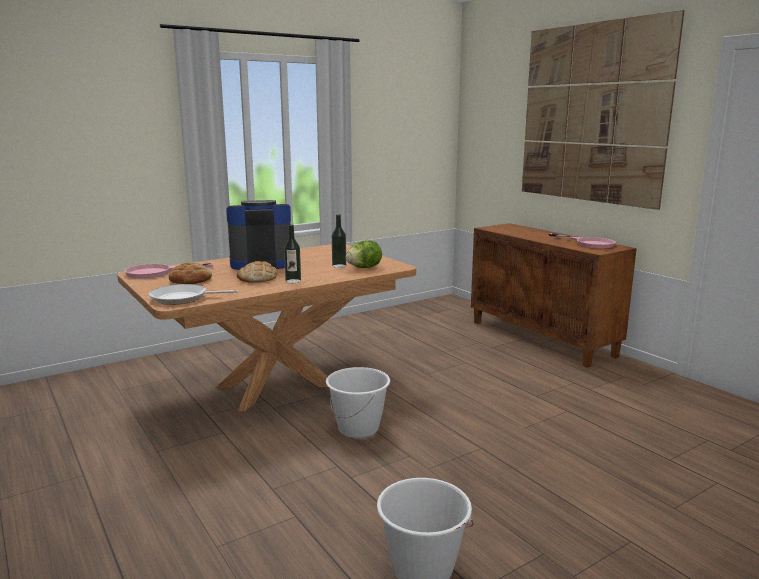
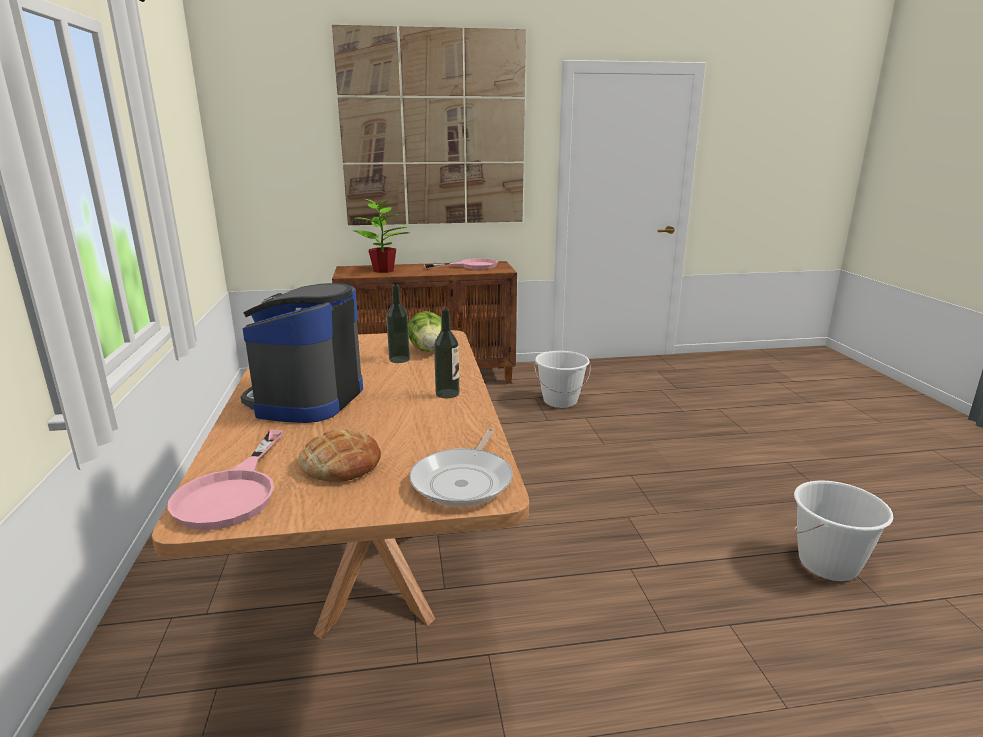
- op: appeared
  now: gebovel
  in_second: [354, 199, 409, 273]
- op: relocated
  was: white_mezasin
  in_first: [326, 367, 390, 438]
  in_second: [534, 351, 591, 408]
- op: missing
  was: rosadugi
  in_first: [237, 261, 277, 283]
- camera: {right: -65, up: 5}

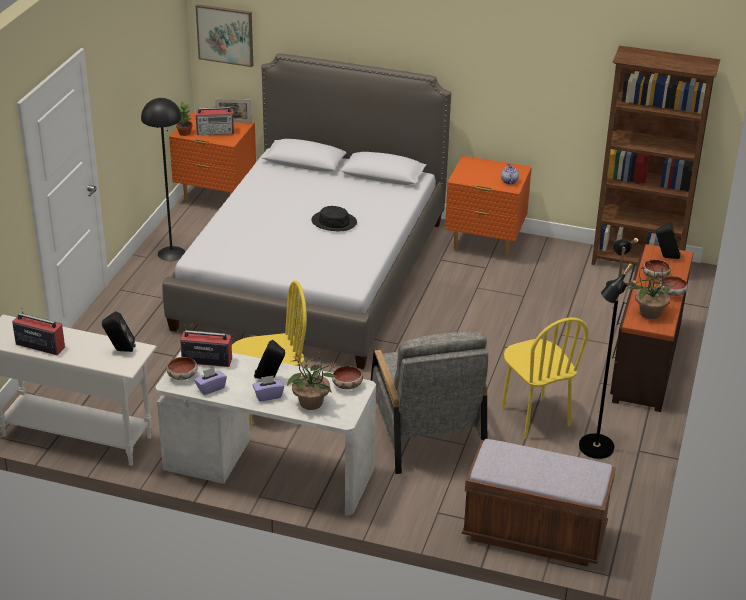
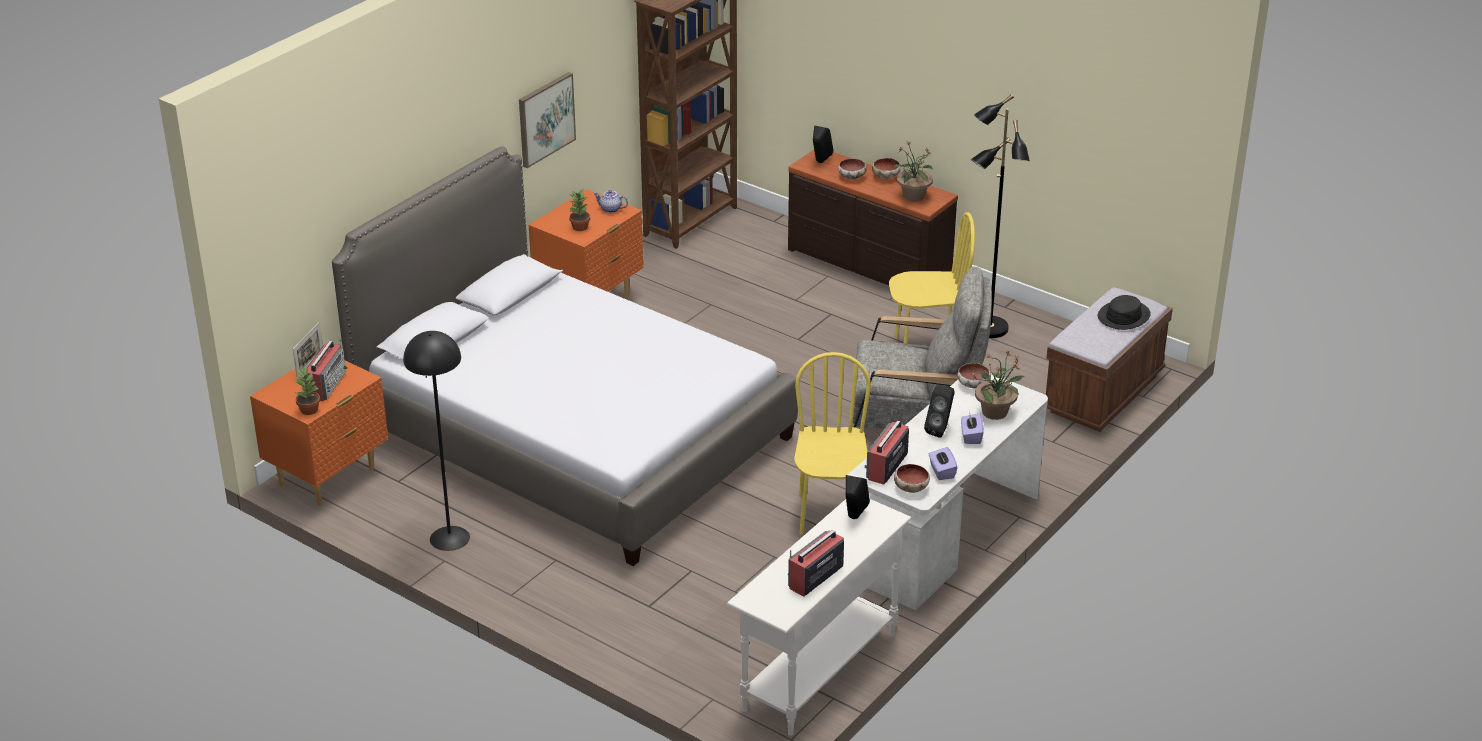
- op: relocated
  was: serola
  in_first: [196, 4, 253, 67]
  in_second: [519, 72, 576, 168]
- op: appeared
  now: gebovel
  in_second: [569, 189, 590, 231]
- op: relocated
  was: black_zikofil
  in_first: [311, 206, 357, 231]
  in_second: [1098, 295, 1151, 330]
- camera: {right: -70, up: 0}

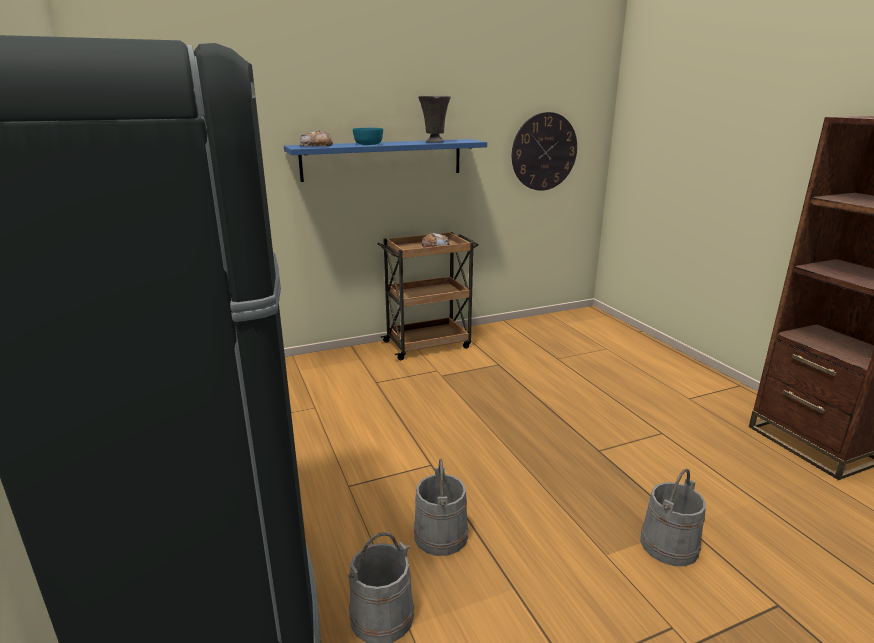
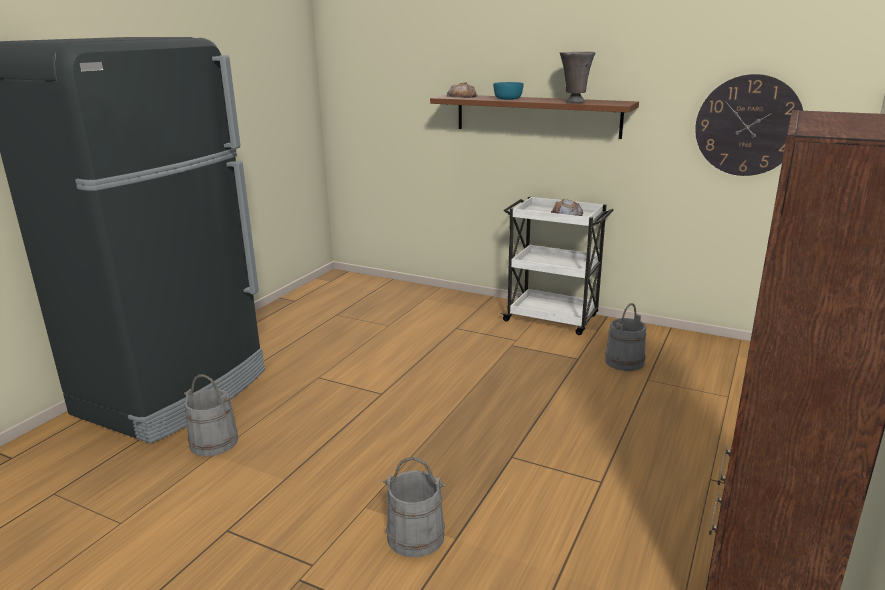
- op: colour
  was: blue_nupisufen
  now: brown_nupisufen
  in_first: [284, 139, 487, 182]
  in_second: [430, 95, 639, 139]
- op: colour
  was: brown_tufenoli
  now: white_tufenoli
  in_first: [377, 232, 479, 360]
  in_second: [500, 196, 614, 335]
- op: relocated
  was: grey_mezasin
  in_first: [414, 459, 469, 556]
  in_second: [605, 303, 646, 371]
- camera: {right: 50, up: 0}

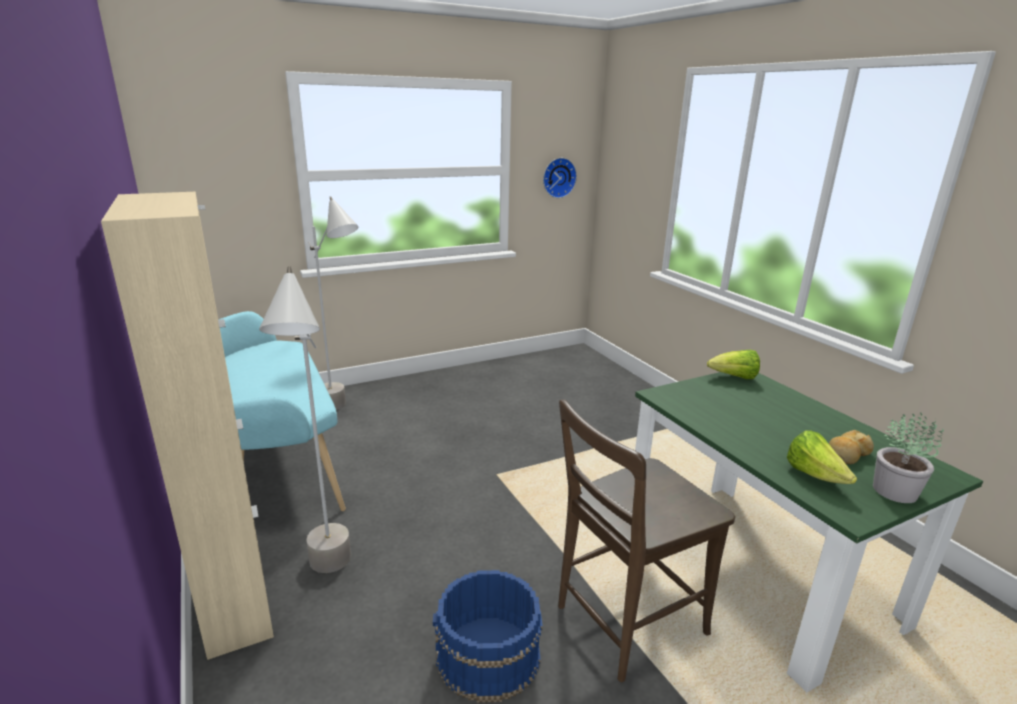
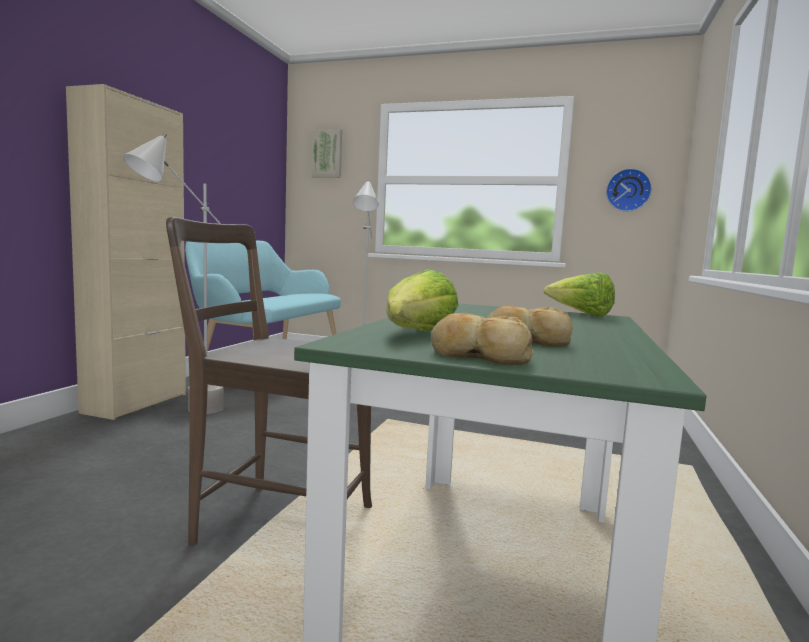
- op: appeared
  now: serola
  in_second: [311, 129, 342, 178]
- op: exchanged
  was: gebovel
  now: rosadugi
  in_first: [873, 412, 944, 503]
  in_second: [431, 313, 534, 365]
- op: missing
  was: blue_mezasin
  in_first: [433, 570, 543, 703]
- camera: {right: 45, up: -15}

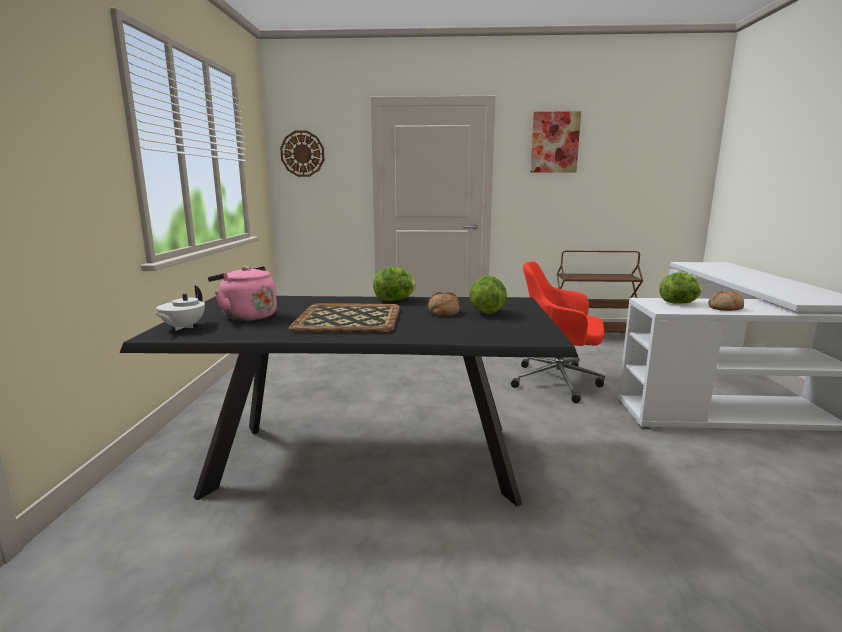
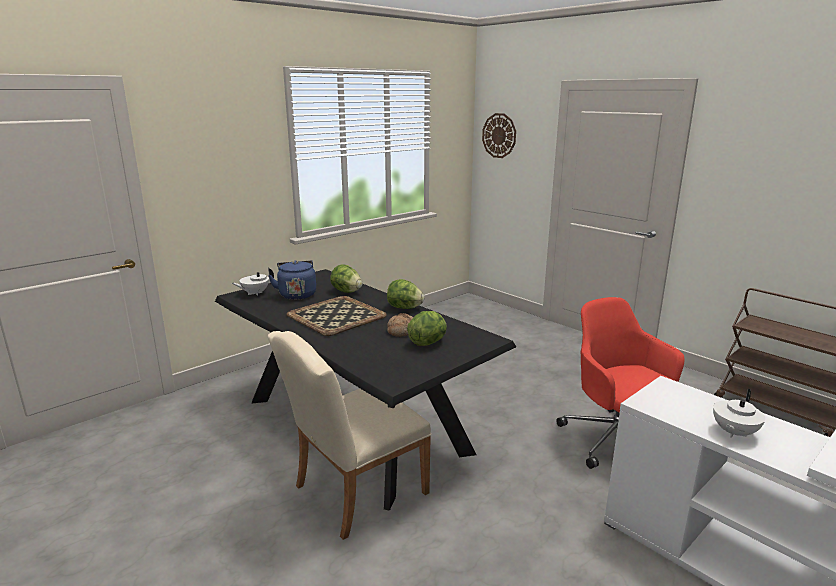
- op: colour
  was: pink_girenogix
  now: blue_girenogix
  in_first: [208, 266, 277, 321]
  in_second: [268, 260, 316, 300]
- op: appeared
  now: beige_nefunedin
  in_second: [268, 331, 431, 540]
- op: relocated
  was: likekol
  in_first: [659, 272, 702, 304]
  in_second: [330, 265, 362, 293]
- op: exchanged
  was: rosadugi
  now: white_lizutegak
  in_first: [708, 291, 744, 311]
  in_second: [713, 389, 765, 438]
- op: missing
  was: serola
  in_first: [530, 111, 581, 173]
- camera: {right: 45, up: 5}

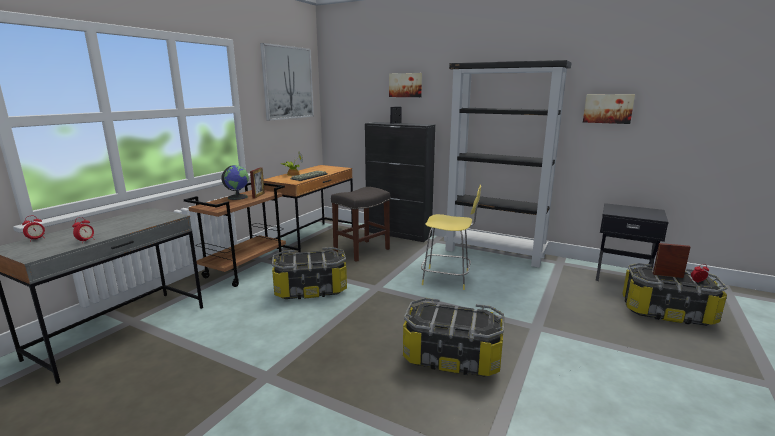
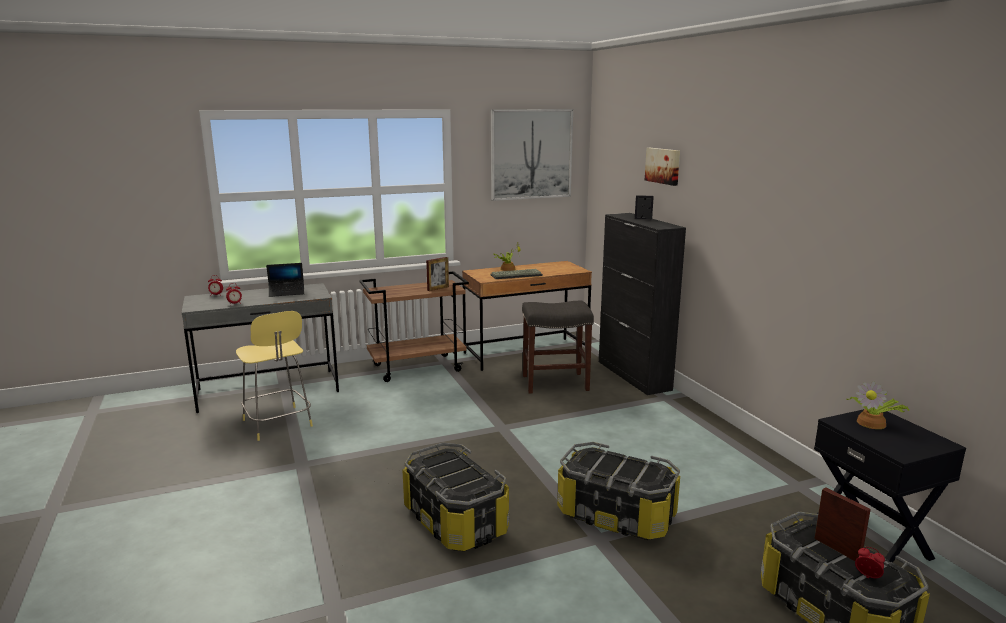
- op: relocated
  was: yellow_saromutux
  in_first: [421, 185, 481, 290]
  in_second: [236, 311, 313, 441]
- op: appeared
  now: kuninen
  in_second: [266, 263, 305, 297]
- op: relocated
  was: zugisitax
  in_first: [272, 247, 347, 299]
  in_second: [557, 442, 680, 540]
- op: appeared
  now: gebovel
  in_second: [847, 381, 909, 429]
- op: missing
  was: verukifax
  in_first: [221, 165, 249, 200]
- op: missing
  was: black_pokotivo
  in_first: [444, 60, 572, 268]
- op: missing
  was: serola
  in_first: [583, 94, 635, 124]
- camera: {right: 40, up: 0}

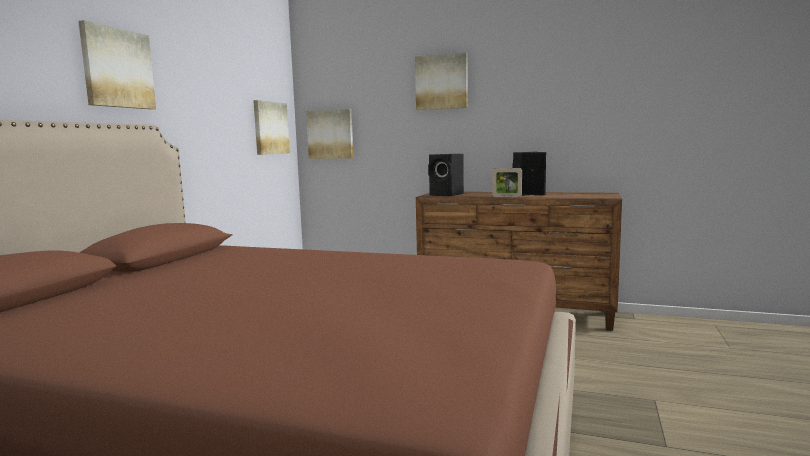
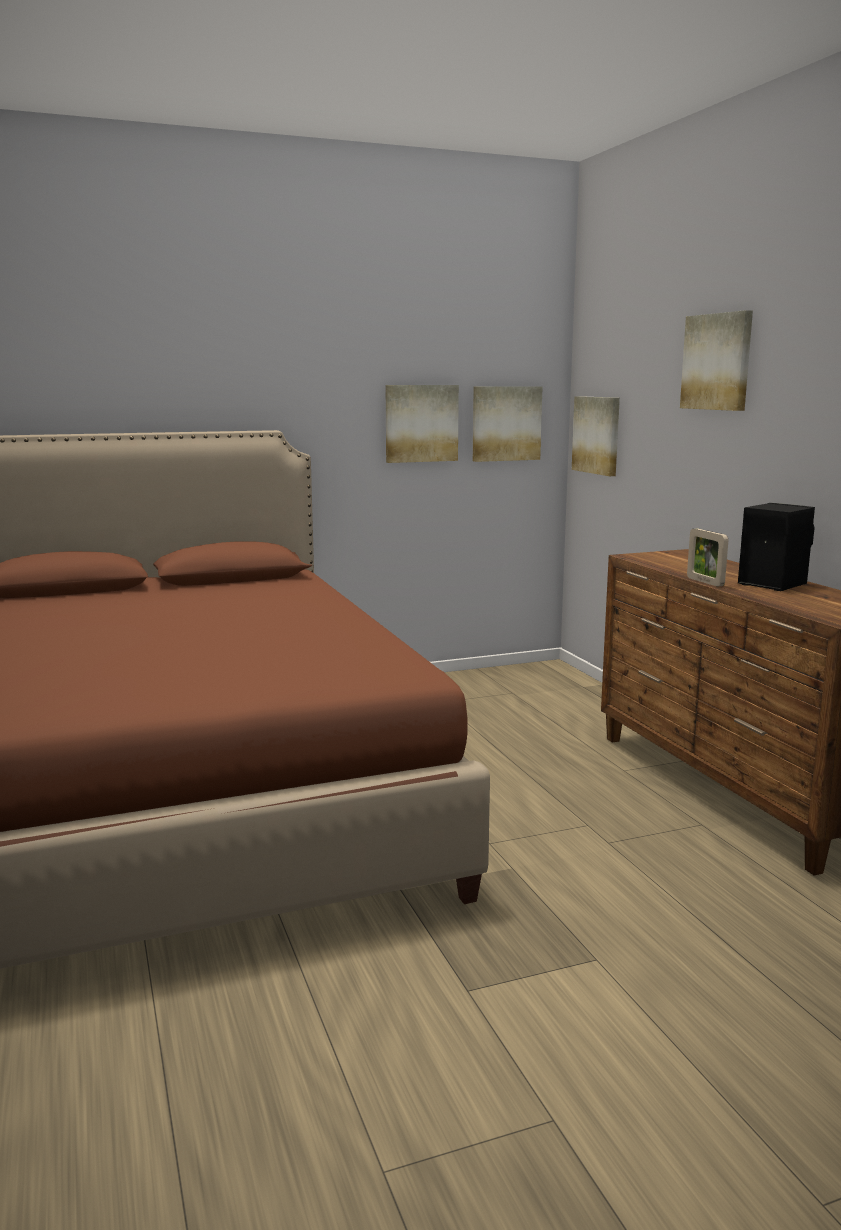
- op: relocated
  was: serola
  in_first: [78, 20, 156, 109]
  in_second: [386, 385, 459, 463]
- op: missing
  was: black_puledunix
  in_first: [428, 154, 464, 196]
- camera: {right: 50, up: 5}

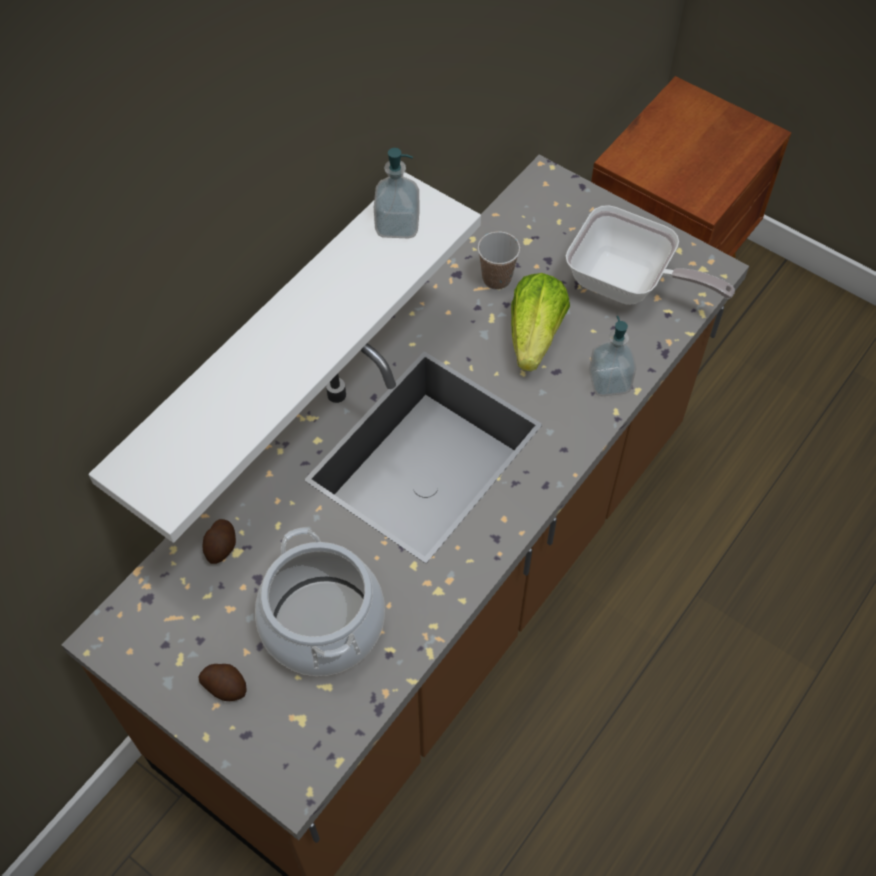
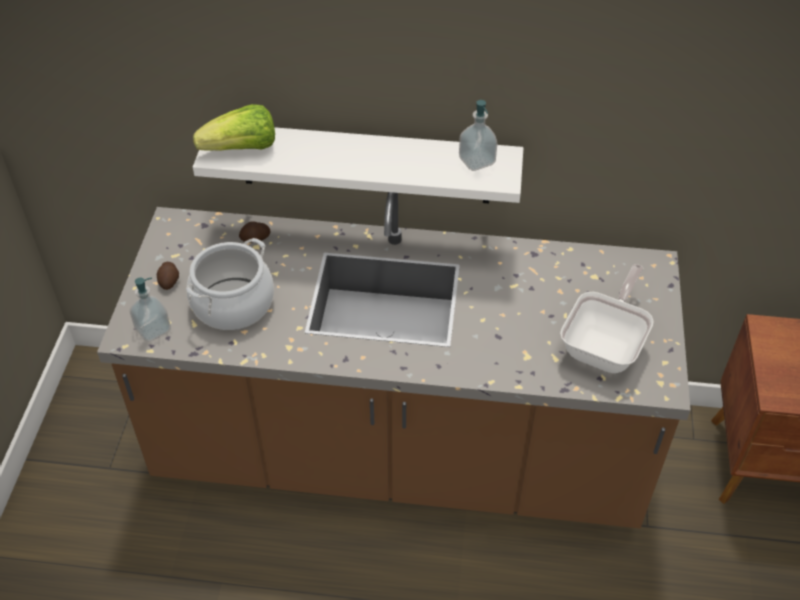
- op: relocated
  was: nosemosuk
  in_first: [589, 316, 636, 397]
  in_second: [130, 278, 171, 342]
- op: relocated
  was: likekol
  in_first: [511, 273, 570, 371]
  in_second: [193, 104, 275, 151]
- op: spun
  was: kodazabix
  in_first: [566, 205, 735, 305]
  in_second: [560, 264, 654, 373]
  clockwise: -150
- op: missing
  was: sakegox
  in_first: [478, 231, 520, 290]
- camera: {right: 60, up: -10}

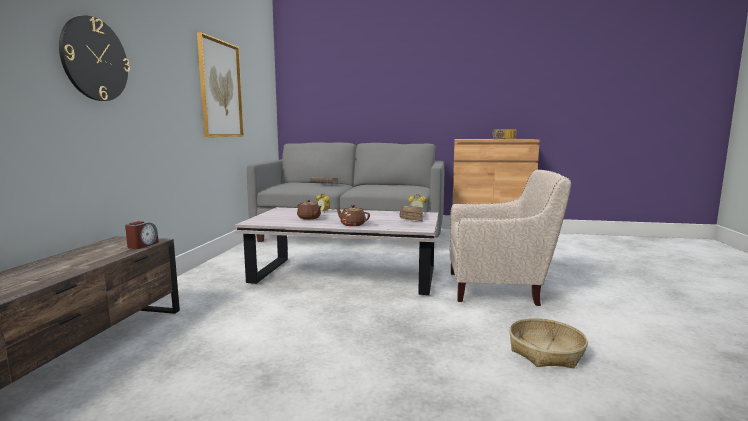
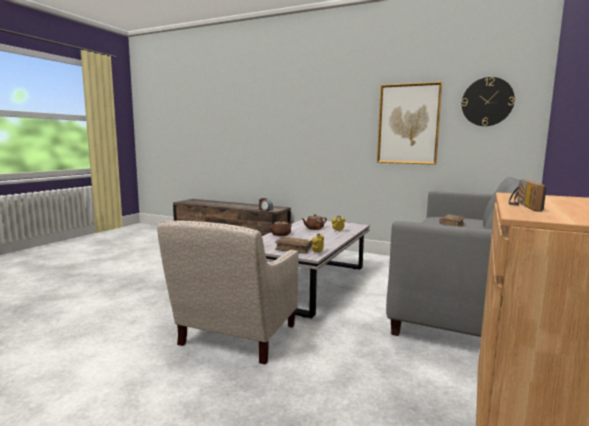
- op: relocated
  was: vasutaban
  in_first: [59, 16, 130, 101]
  in_second: [462, 77, 515, 126]
- op: missing
  was: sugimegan
  in_first: [509, 318, 588, 368]
- camera: {right: 105, up: 0}

